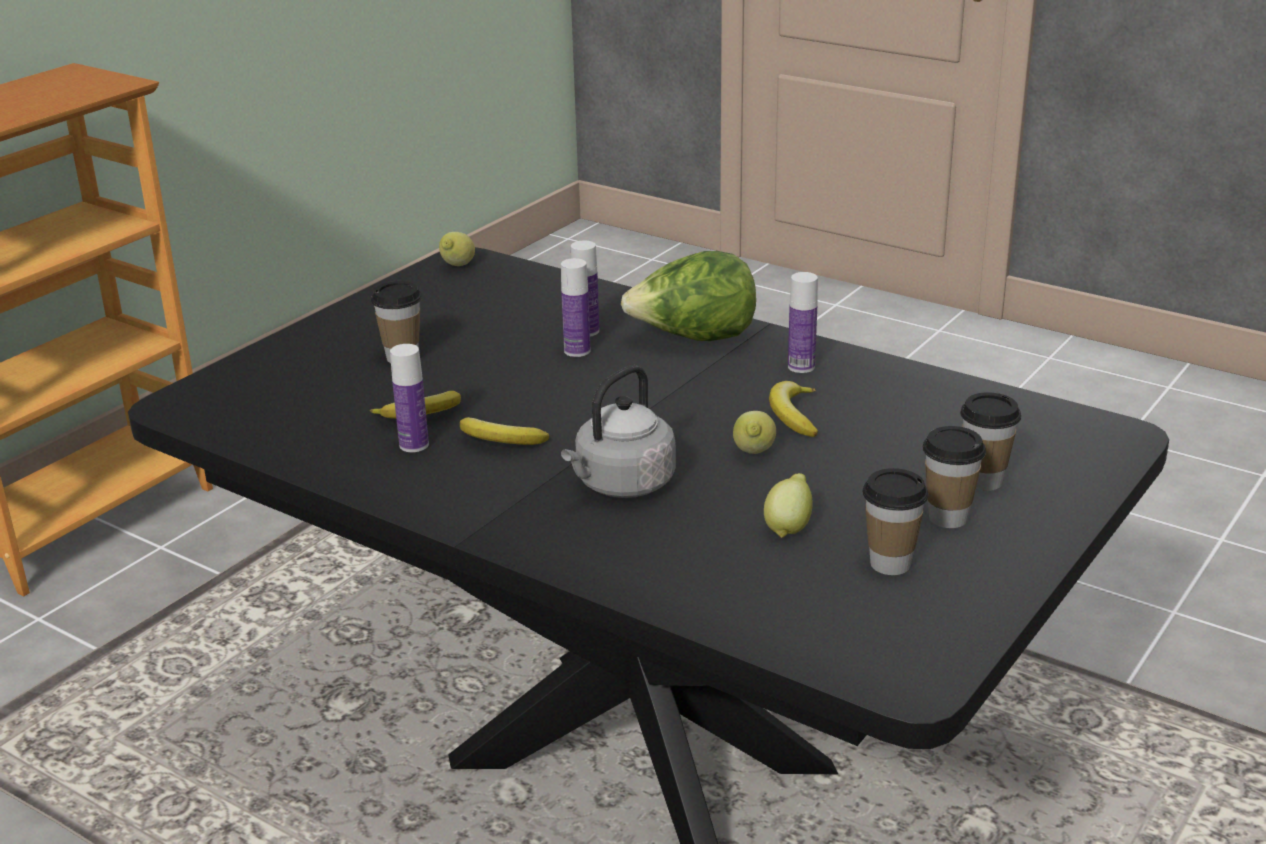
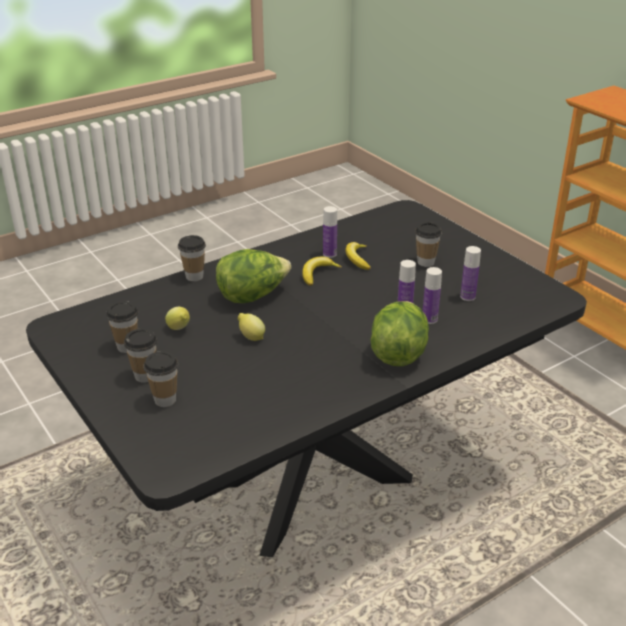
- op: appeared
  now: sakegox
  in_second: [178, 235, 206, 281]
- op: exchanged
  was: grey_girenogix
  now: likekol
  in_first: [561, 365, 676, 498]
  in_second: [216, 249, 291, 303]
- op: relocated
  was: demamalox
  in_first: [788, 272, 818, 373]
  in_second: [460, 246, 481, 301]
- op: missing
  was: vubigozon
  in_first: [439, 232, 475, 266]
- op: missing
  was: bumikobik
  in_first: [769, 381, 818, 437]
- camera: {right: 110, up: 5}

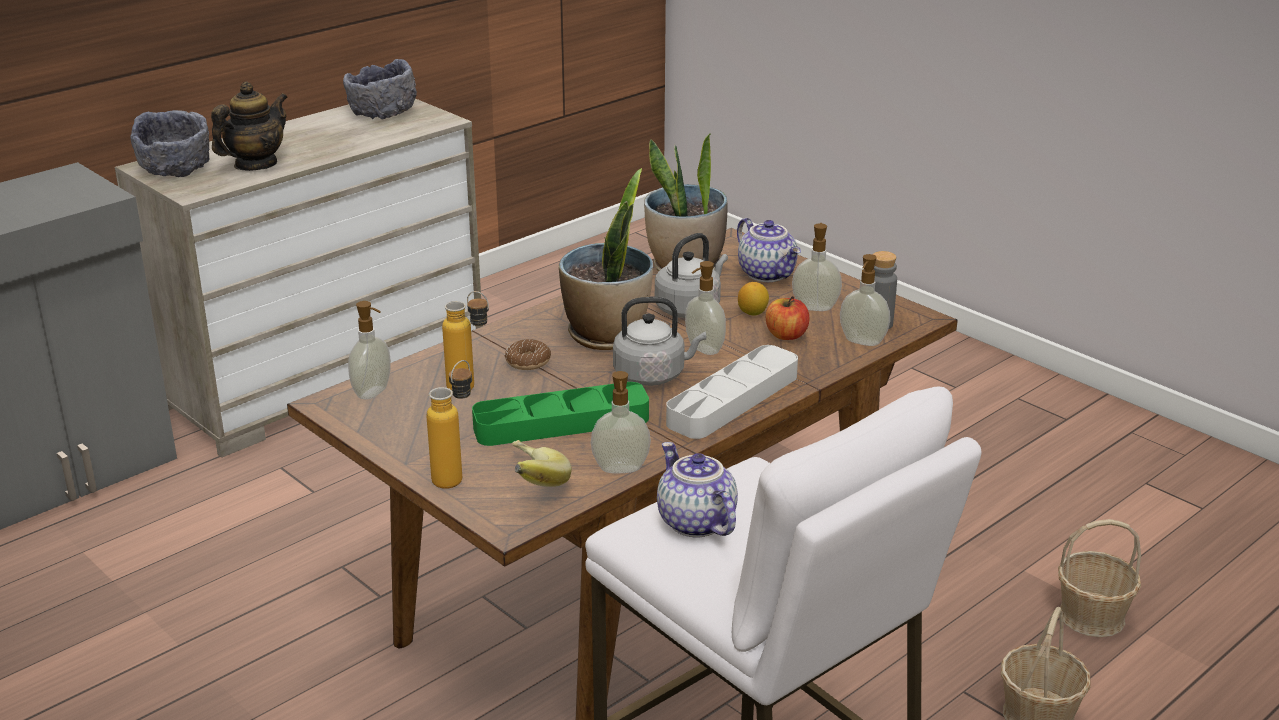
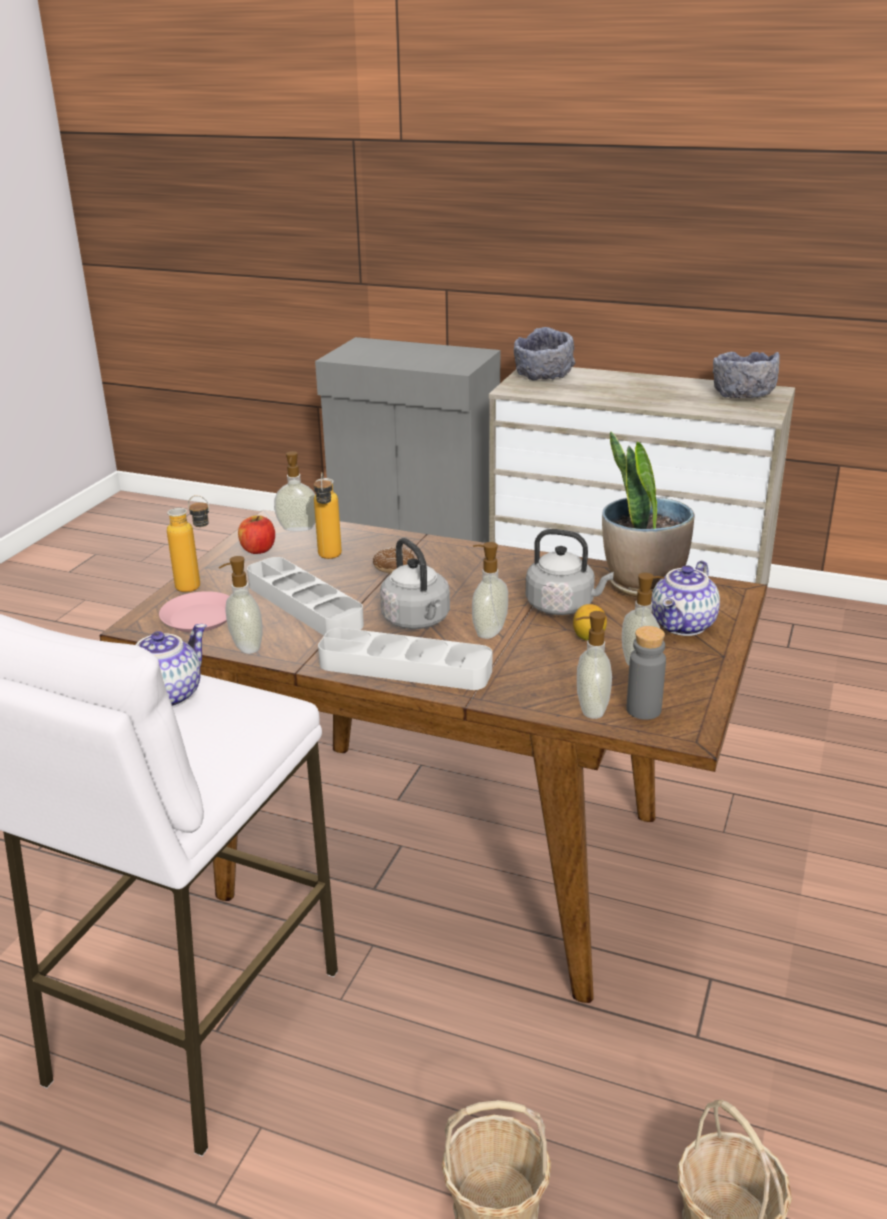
- op: exchanged
  was: bumikobik
  now: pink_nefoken
  in_first: [512, 440, 572, 487]
  in_second: [159, 591, 229, 633]
- op: relocated
  was: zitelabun
  in_first: [766, 296, 809, 340]
  in_second: [238, 515, 275, 554]
- op: colour
  was: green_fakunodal
  now: grey_fakunodal
  in_first: [472, 382, 649, 446]
  in_second: [247, 557, 364, 635]
- op: missing
  was: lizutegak
  in_first: [211, 82, 287, 171]
- op: missing
  was: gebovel
  in_first: [559, 168, 653, 350]
- camera: {right: 65, up: 0}

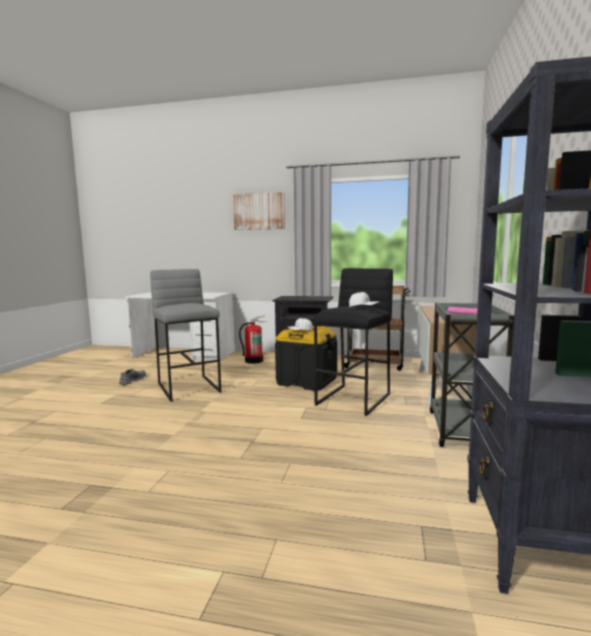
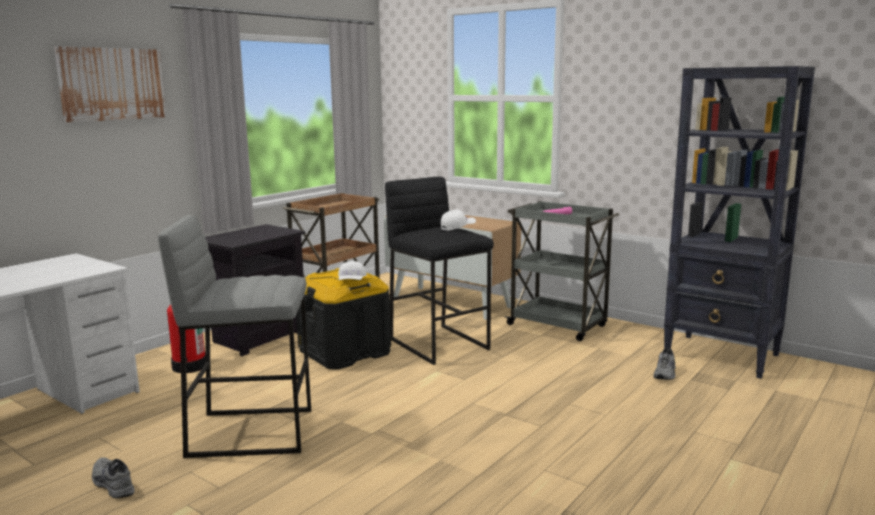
- op: appeared
  now: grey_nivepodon
  in_second: [653, 348, 676, 380]
- camera: {right: -65, up: 5}

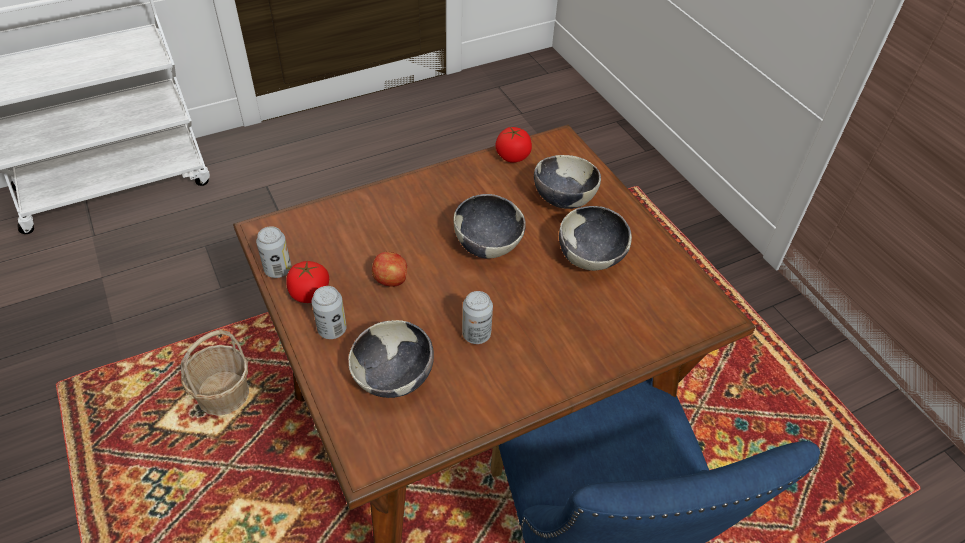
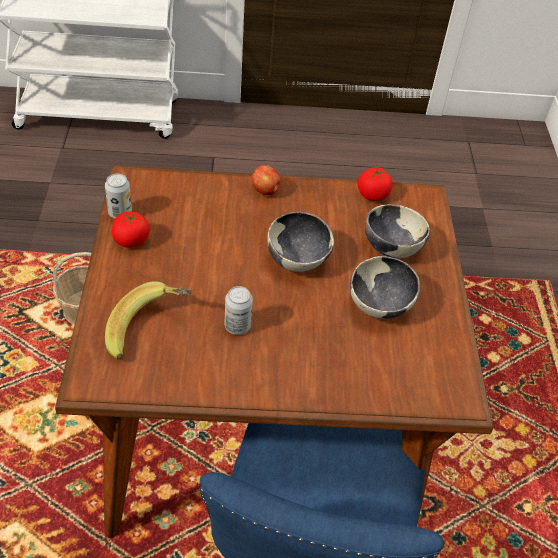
- op: exchanged
  was: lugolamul
  now: bumikobik
  in_first: [348, 320, 434, 398]
  in_second: [105, 281, 192, 360]
- op: relocated
  was: zitelabun
  in_first: [372, 252, 407, 287]
  in_second: [251, 165, 281, 195]
- op: missing
  was: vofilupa
  in_first: [312, 286, 347, 339]
- camera: {right: 25, up: 0}

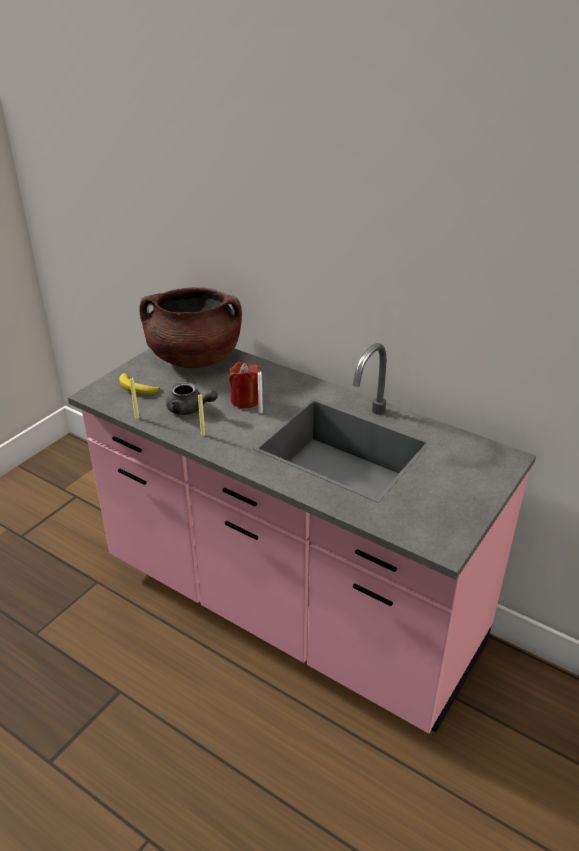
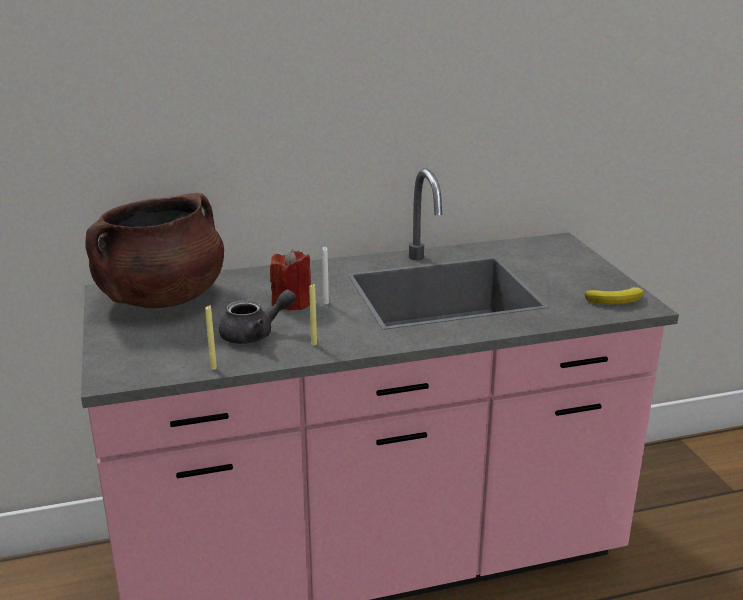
- op: relocated
  was: bumikobik
  in_first: [119, 373, 160, 394]
  in_second: [585, 287, 643, 304]
- camera: {right: -50, up: -10}

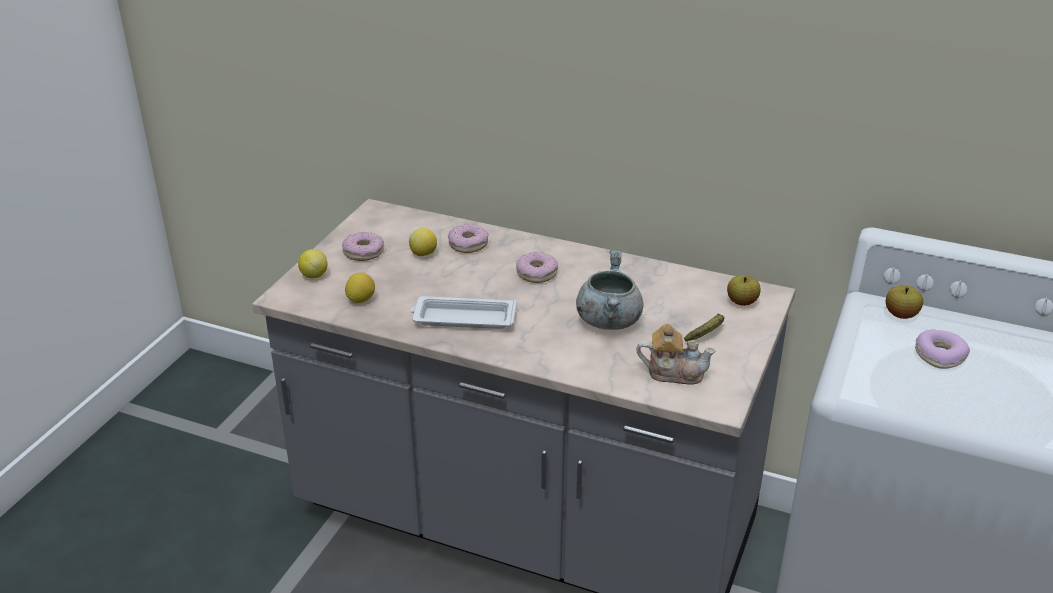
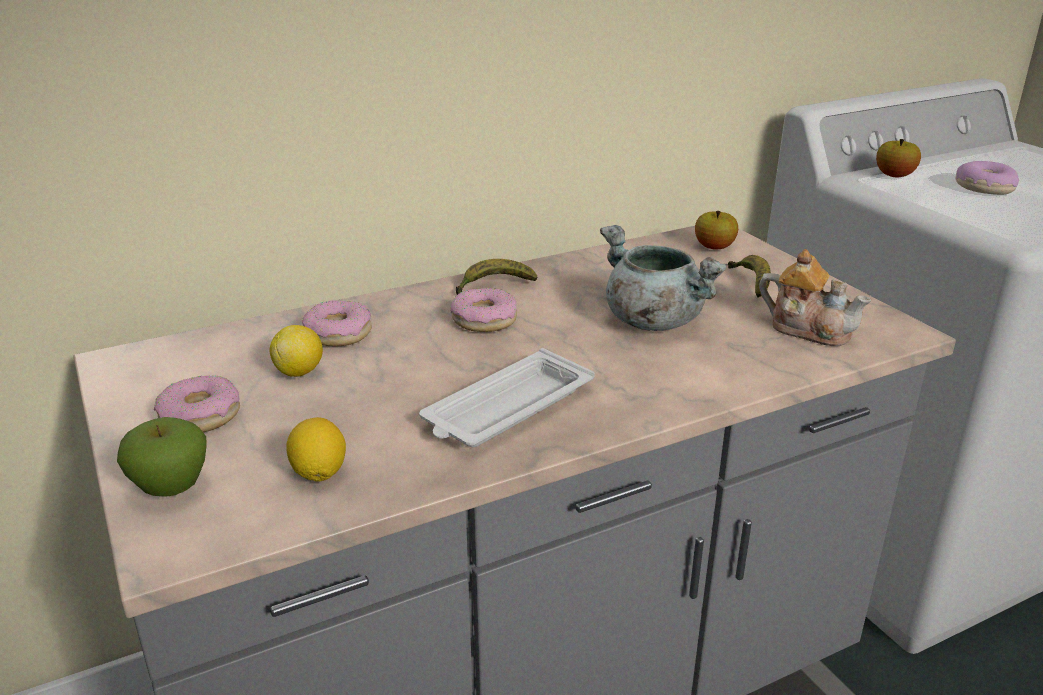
- op: exchanged
  was: vubigozon
  now: zitelabun
  in_first: [298, 249, 328, 278]
  in_second: [117, 417, 207, 496]
- op: appeared
  now: bumikobik
  in_second: [456, 259, 537, 295]
- op: spun
  was: lizutegak
  in_first: [636, 323, 716, 385]
  in_second: [759, 249, 872, 346]
  clockwise: 75
- camera: {right: -50, up: -5}

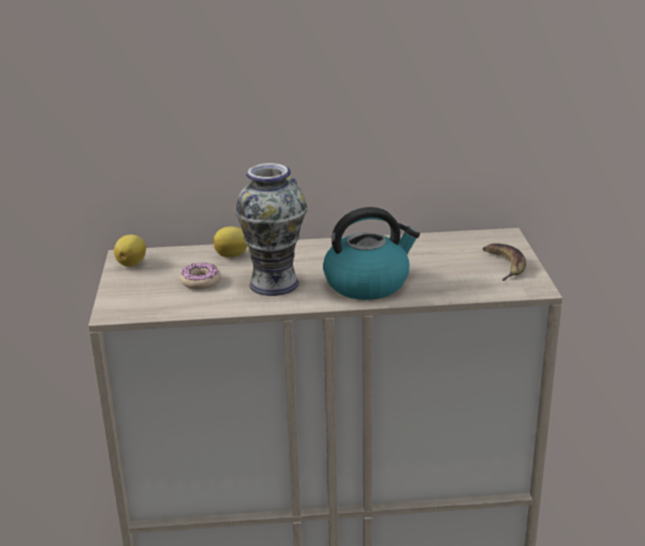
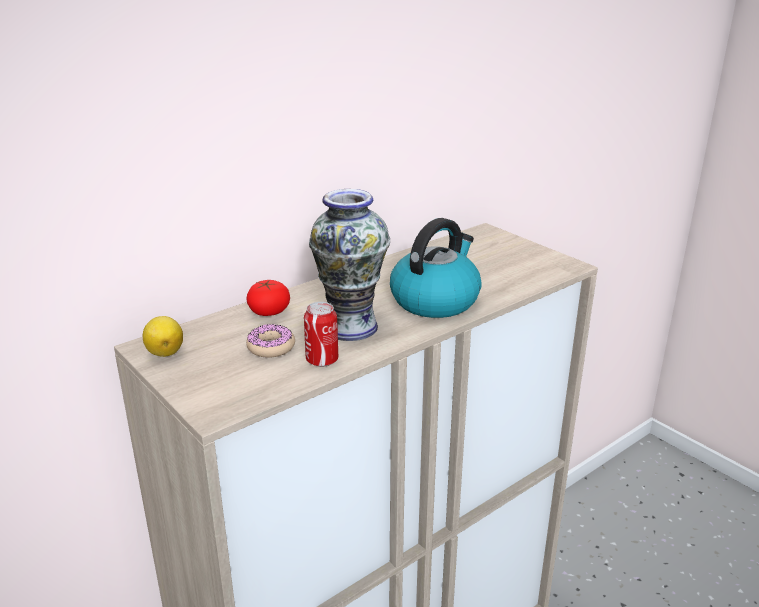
- op: exchanged
  was: vubigozon
  now: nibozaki
  in_first: [213, 227, 248, 257]
  in_second: [246, 279, 290, 316]
- op: appeared
  now: vofilupa
  in_second: [304, 302, 338, 367]
- op: missing
  was: bumikobik
  in_first: [483, 243, 526, 281]
- camera: {right: -35, up: 0}

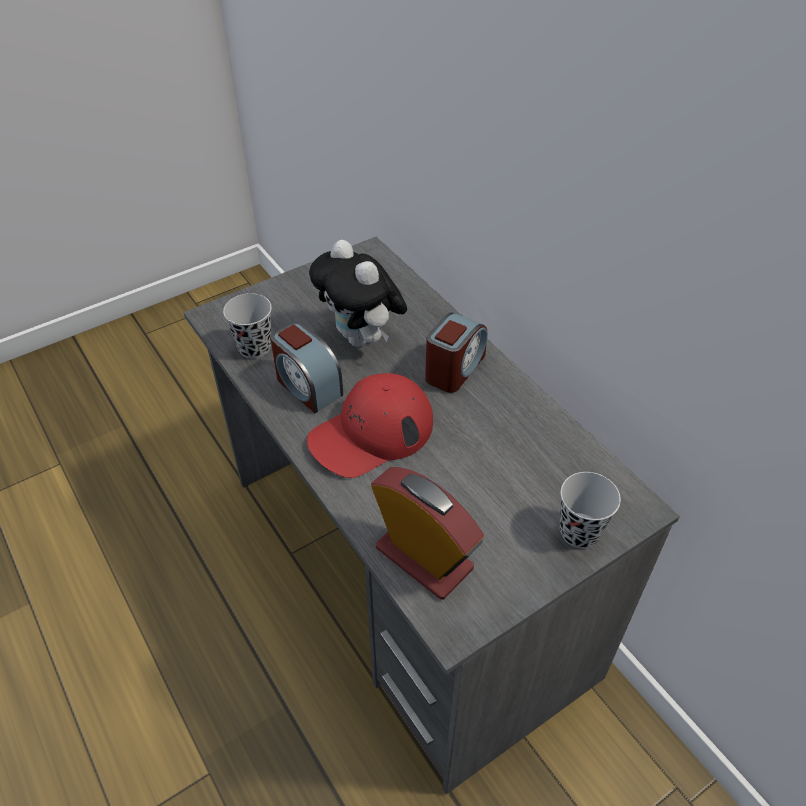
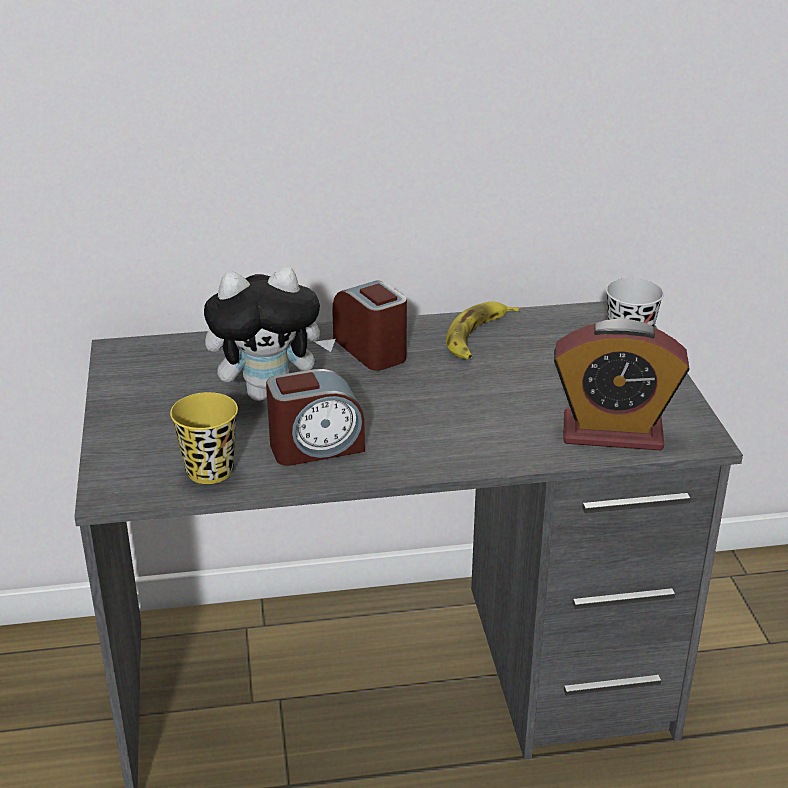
- op: colour
  was: black_sakegox
  now: yellow_sakegox
  in_first: [223, 293, 272, 359]
  in_second: [170, 392, 238, 484]
- op: appeared
  now: bumikobik
  in_second: [446, 301, 519, 359]
- op: spun
  was: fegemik
  in_first: [371, 467, 484, 600]
  in_second: [554, 318, 690, 450]
  clockwise: -150
- op: missing
  was: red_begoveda
  in_first: [307, 373, 433, 478]
- camera: {right: -65, up: -15}

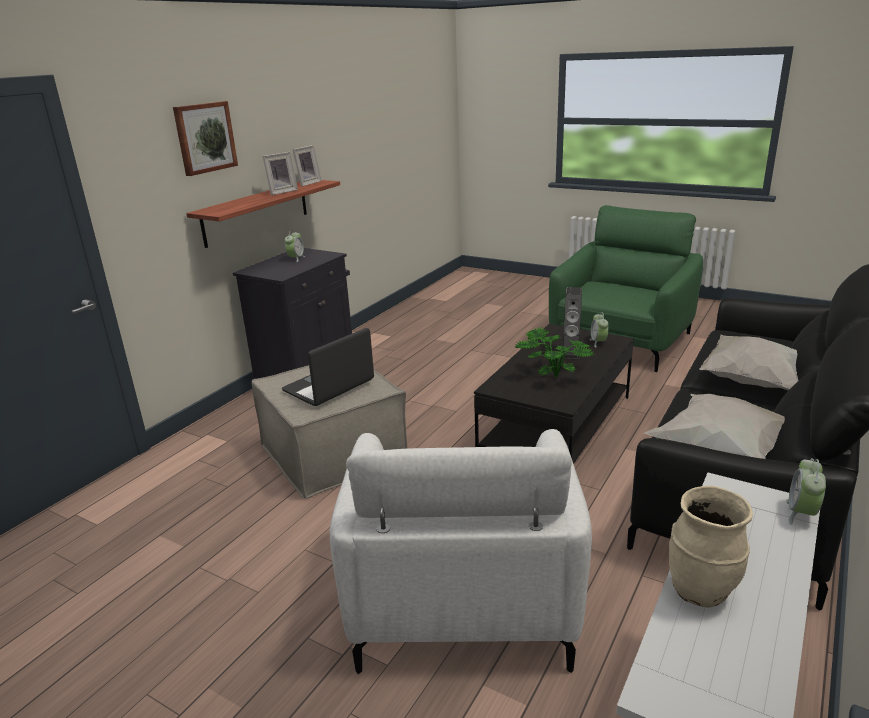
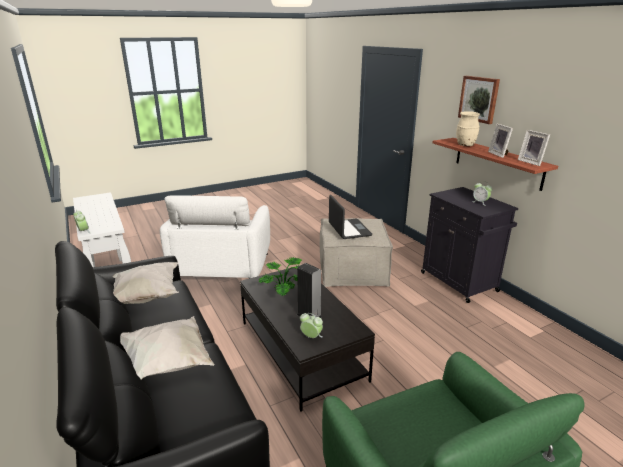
- op: spun
  was: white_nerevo
  in_first: [330, 429, 592, 674]
  in_second: [160, 195, 270, 278]
  clockwise: -120
- op: relocated
  was: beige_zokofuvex
  in_first: [669, 486, 753, 608]
  in_second: [456, 111, 480, 146]
- camera: {right: 120, up: 0}

